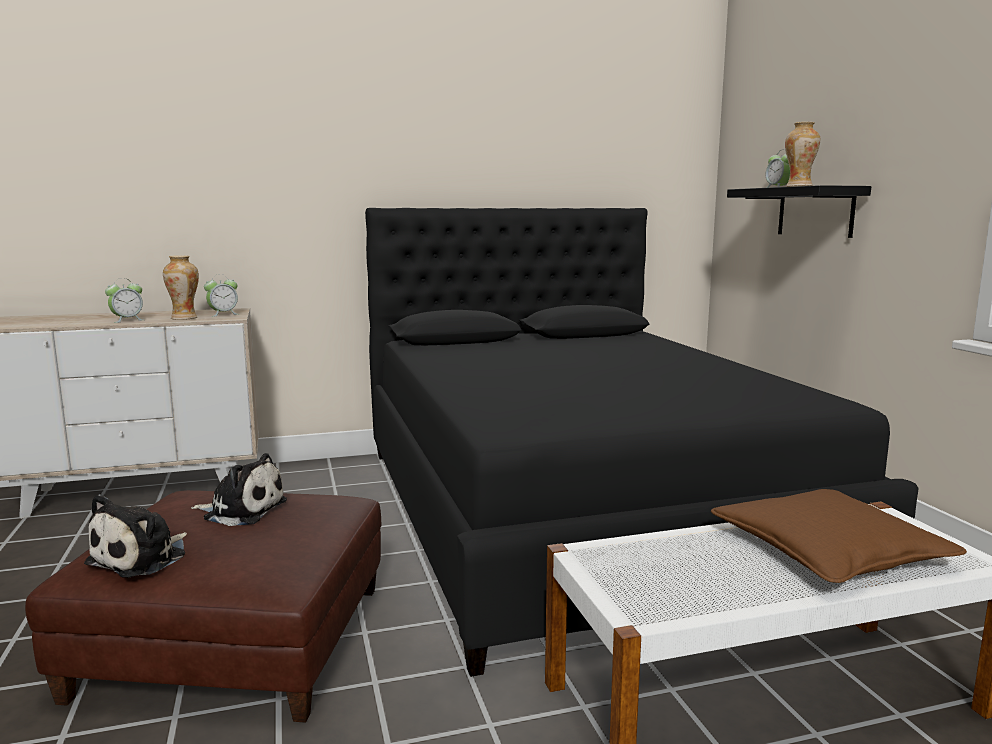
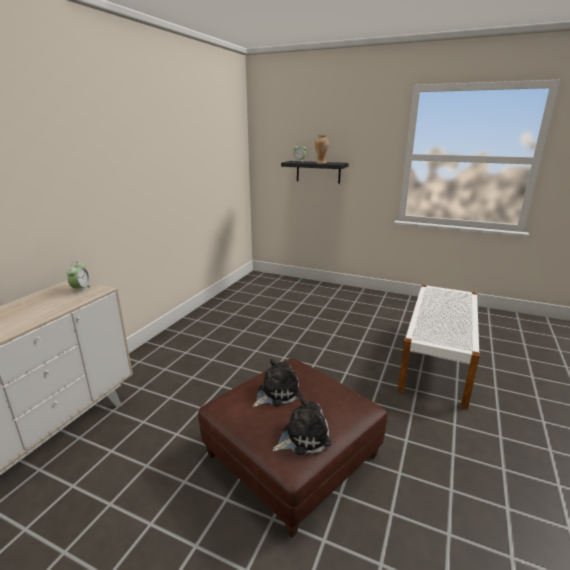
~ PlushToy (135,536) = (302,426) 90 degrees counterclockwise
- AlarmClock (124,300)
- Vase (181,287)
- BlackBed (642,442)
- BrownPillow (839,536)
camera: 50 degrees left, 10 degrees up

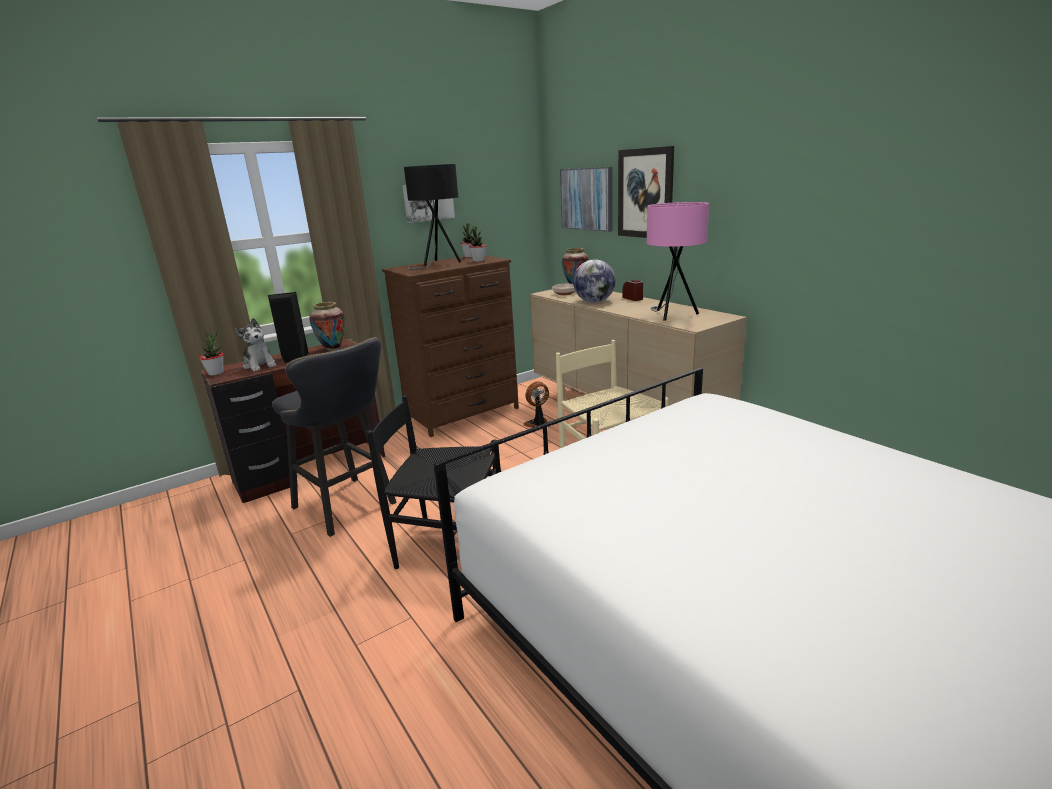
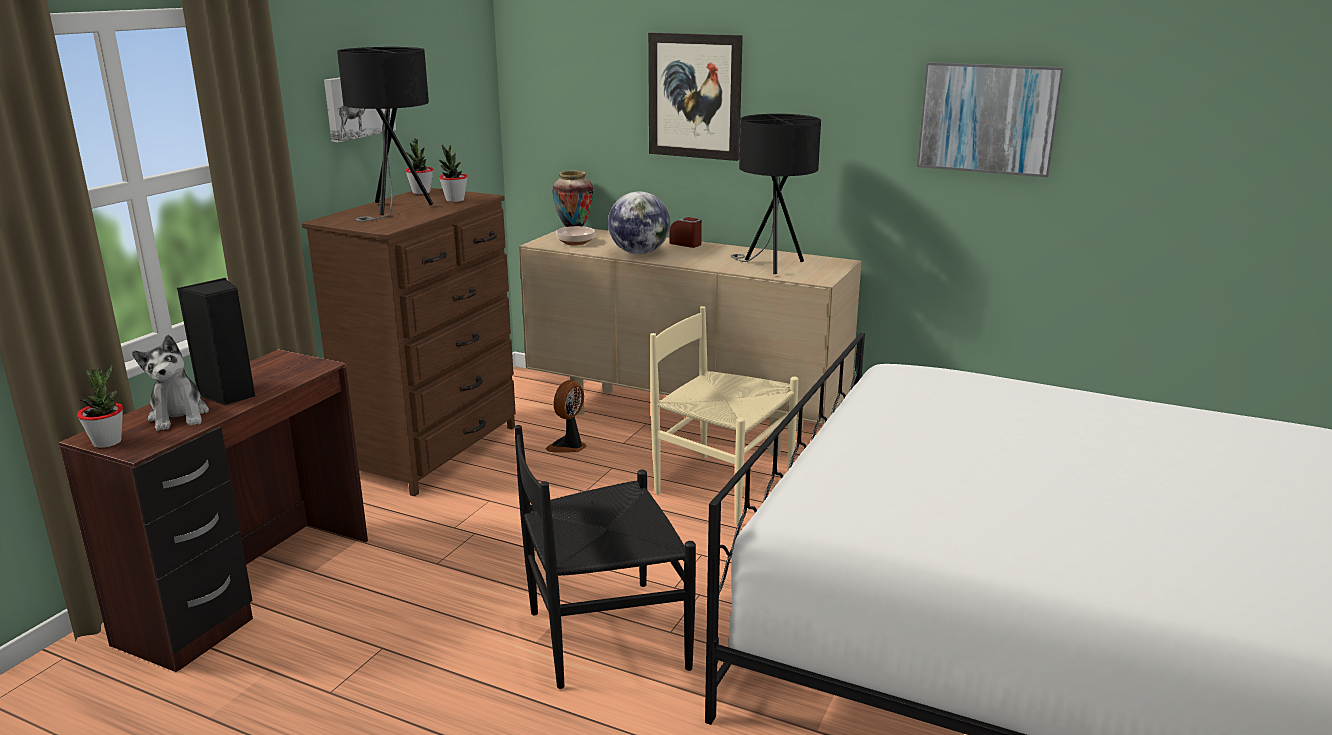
~ PlushToy (255,345) = (170,383) 45 degrees clockwise
- BlackStool (334,437)
- Vase (327,326)
~ Picture (586,199) to (990,119)
~ PinkTableLamp (678,261) to BlackTableLamp (776,194)
camera: 30 degrees left, 0 degrees up

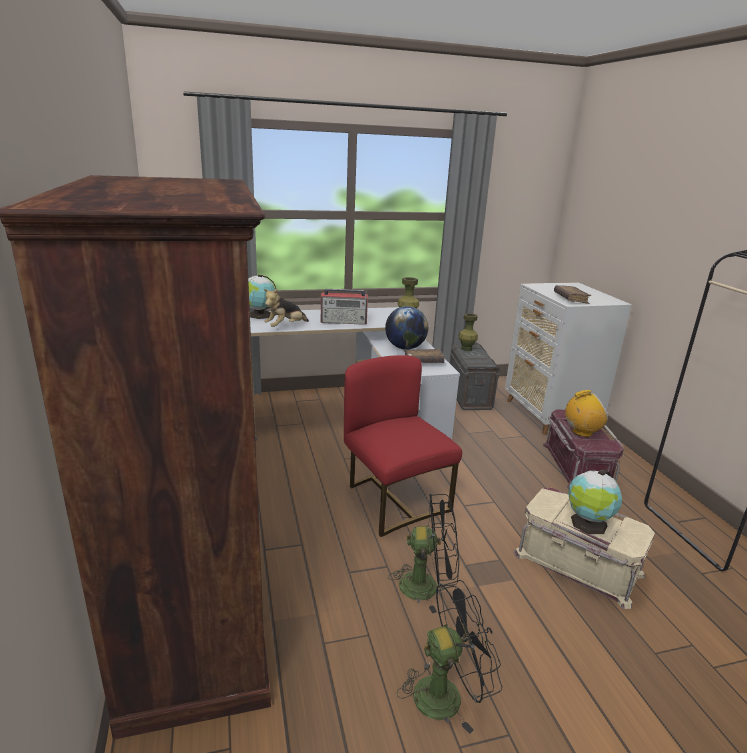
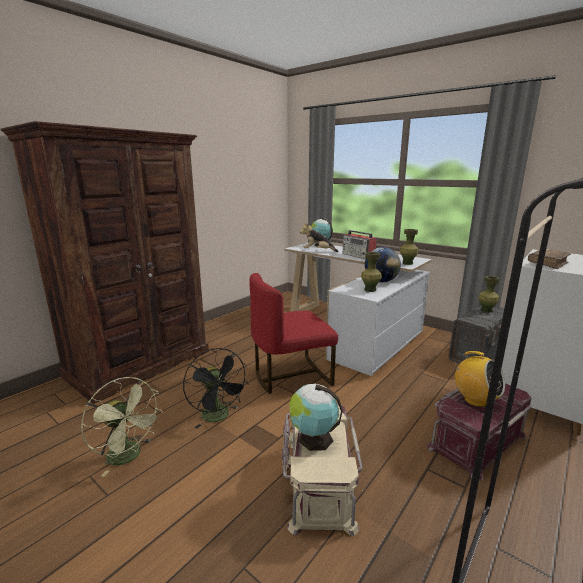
~ RedChair (403,446) = (293,333) 135 degrees counterclockwise
~ BlackFan (450,657) to GreenFan (121,427)
~ BrownBook (424,356) to GreenVase (371,272)
camera: 55 degrees right, 5 degrees down

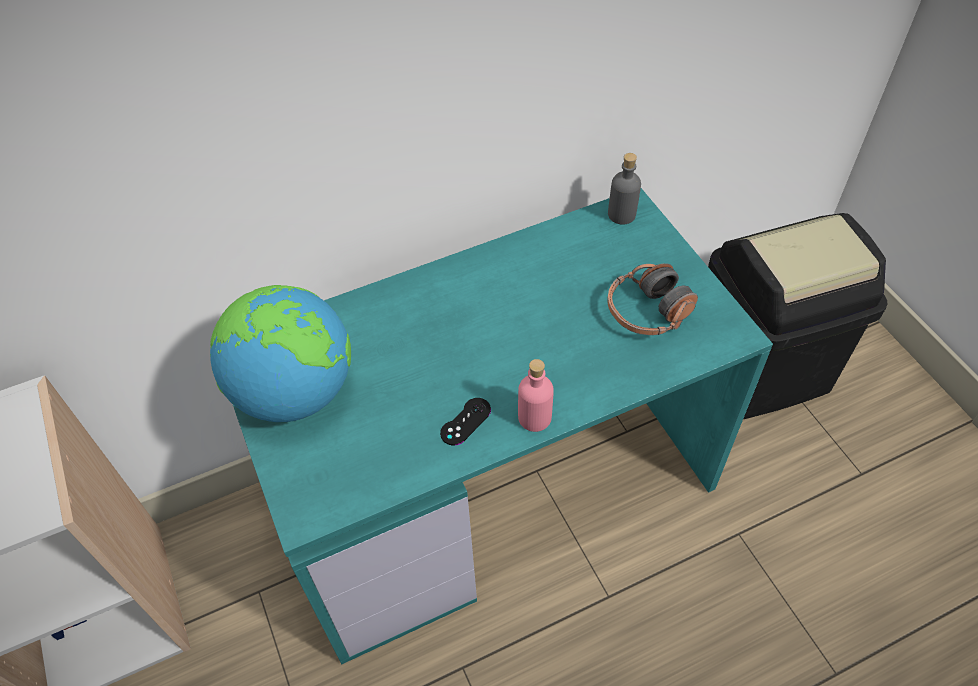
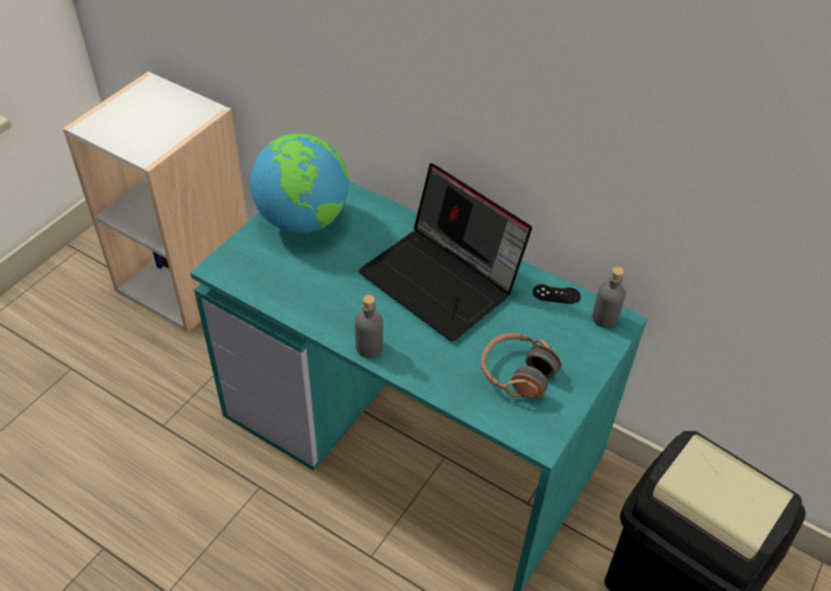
~ BlackGameController (465,422) to (557,294)
~ PinkBottle (536,395) to GreyBottle (369,326)
+ Laptop (445,252)
camera: 55 degrees right, 5 degrees down

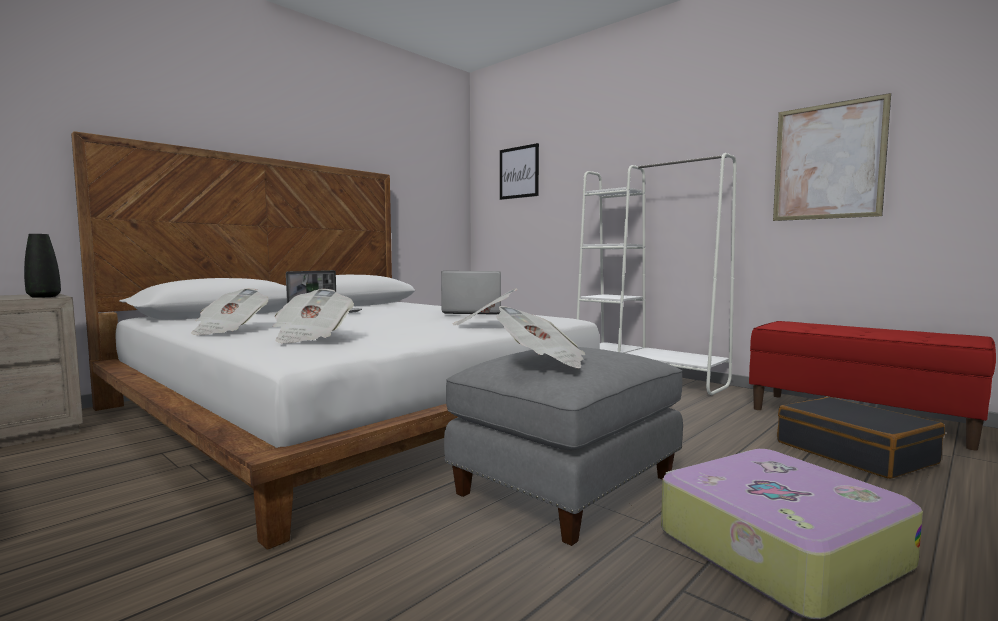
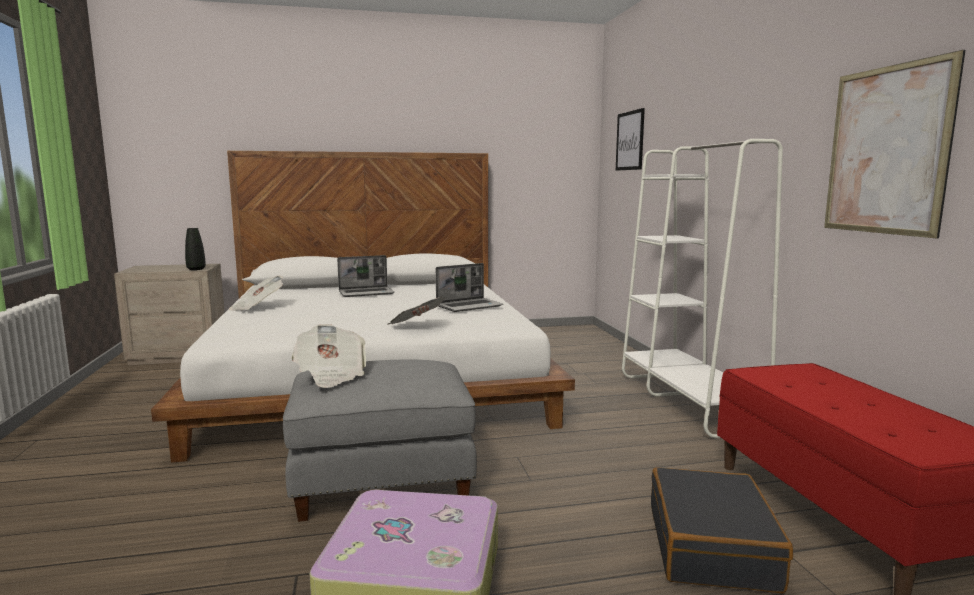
- Newspaper (313,316)
~ Laptop (471,293) = (469,287) 105 degrees clockwise
camera: 35 degrees right, 5 degrees up

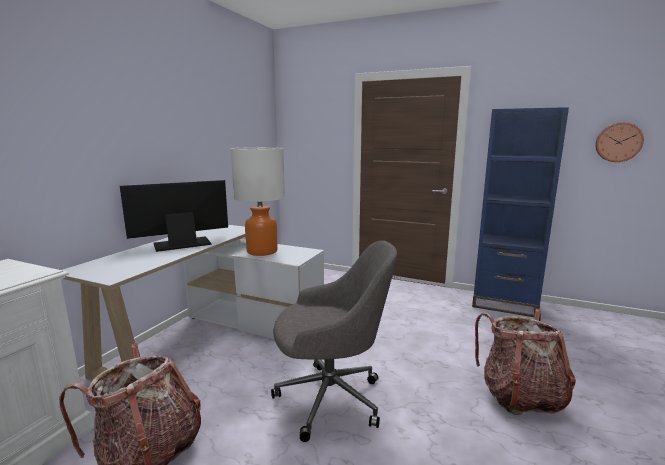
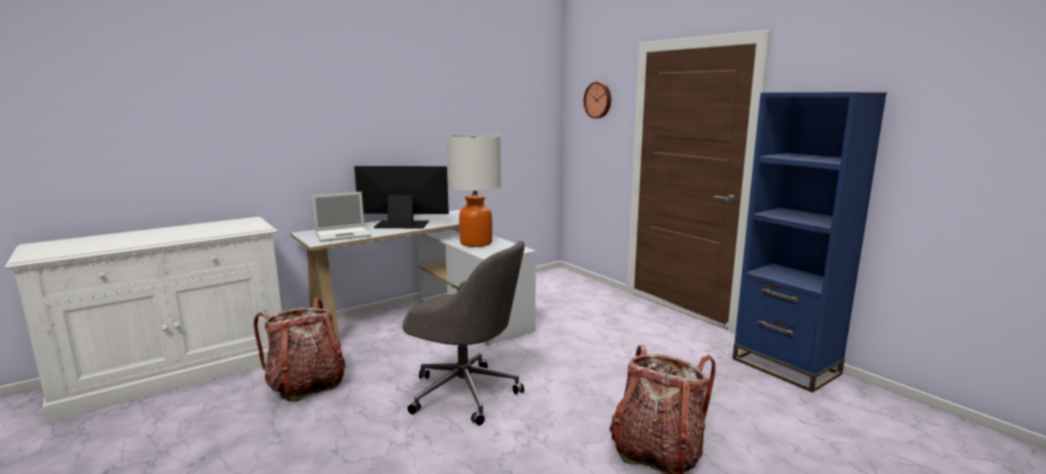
~ WallClock (619,142) to (597,100)
+ Laptop (342,217)
camera: 30 degrees right, 0 degrees up

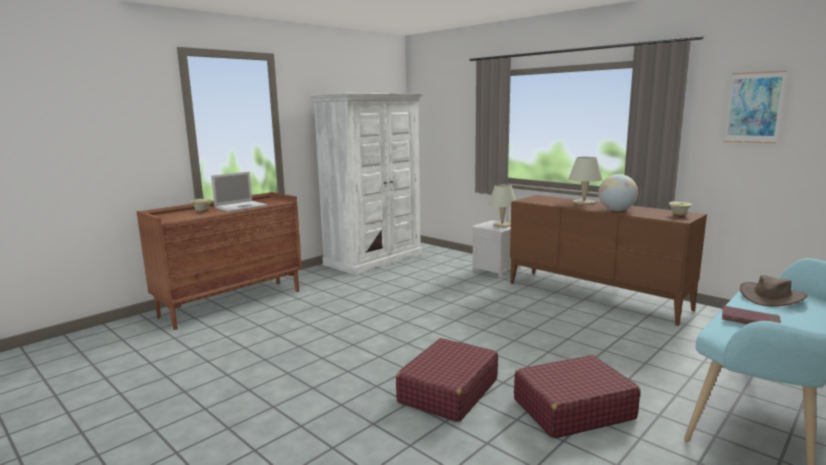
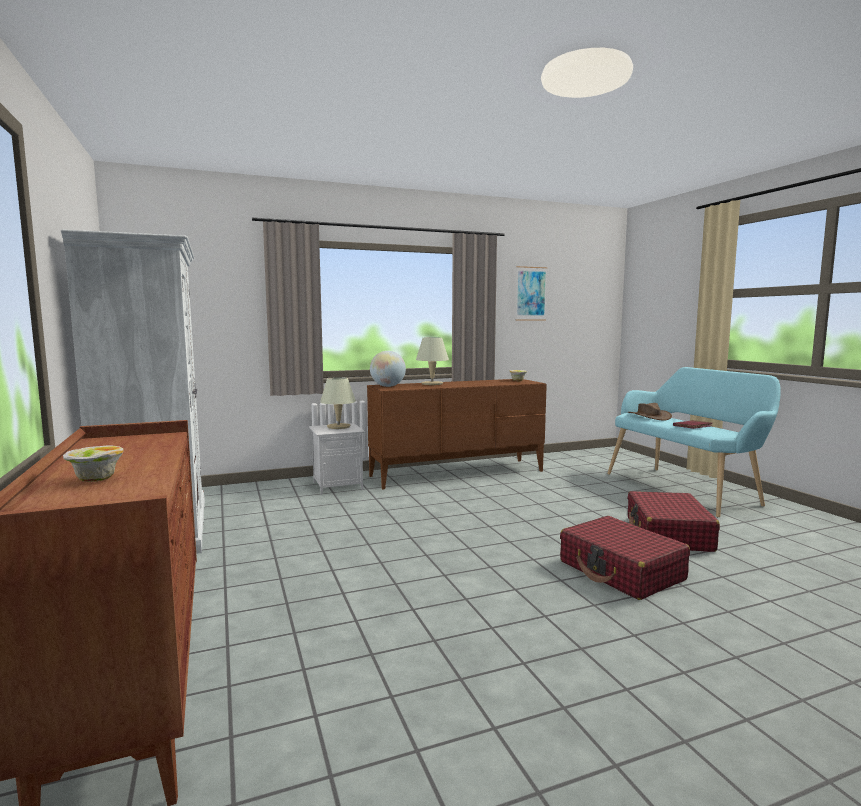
- Laptop (239,192)
~ Globe (618,192) to (388,369)
camera: 65 degrees left, 5 degrees down

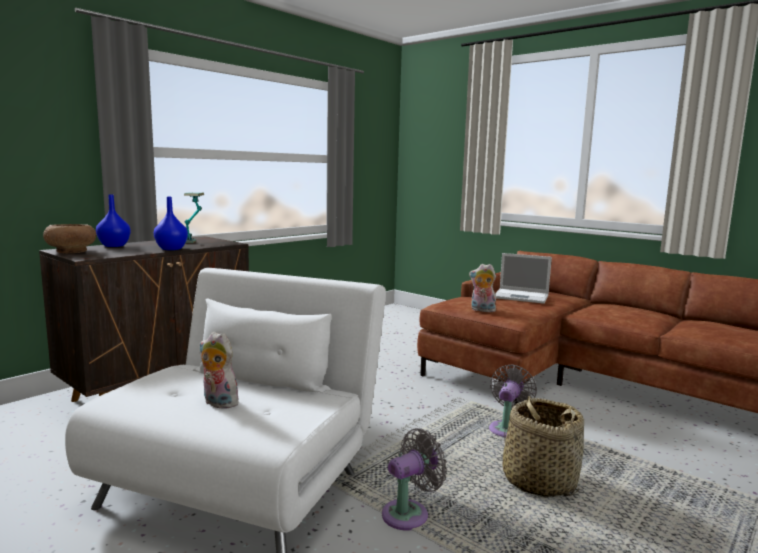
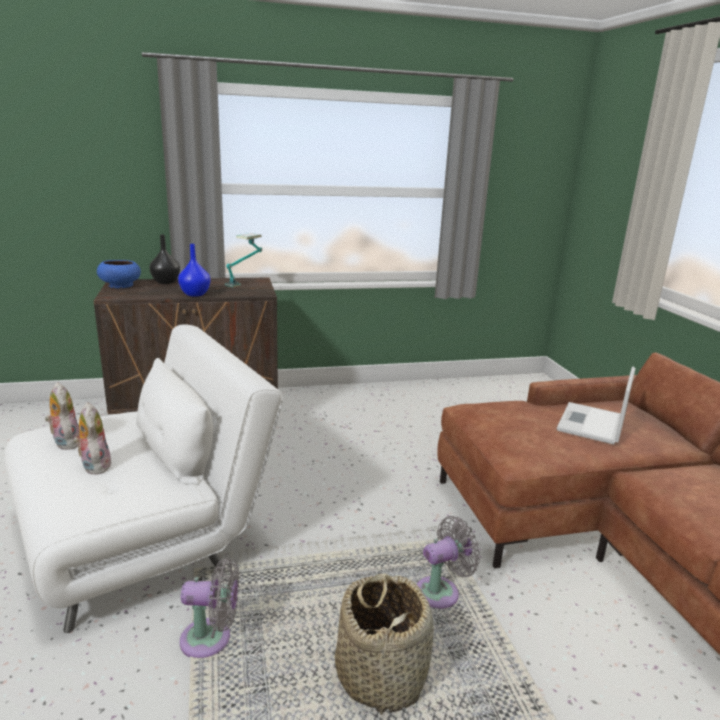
~ BrownBowl (69,238) to BlueBowl (119,274)
~ BlueVase (113,220) to BlackVase (164,259)
~ PlushToy (482,288) to (62,416)
~ Laptop (523,278) = (596,405) 60 degrees clockwise
camera: 35 degrees right, 10 degrees up

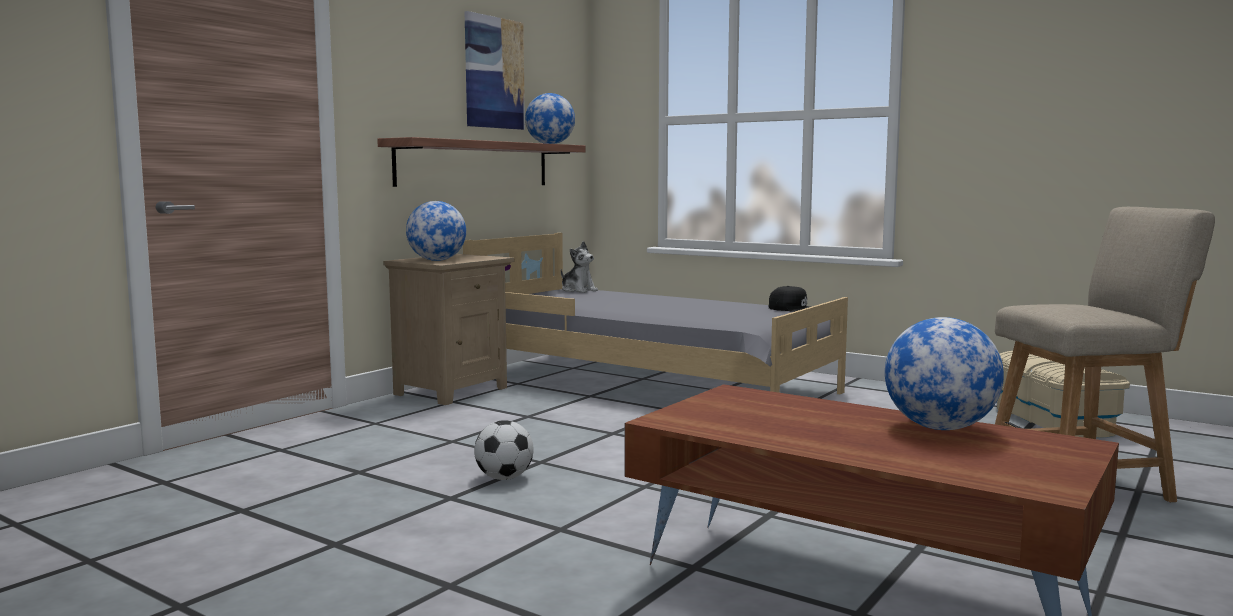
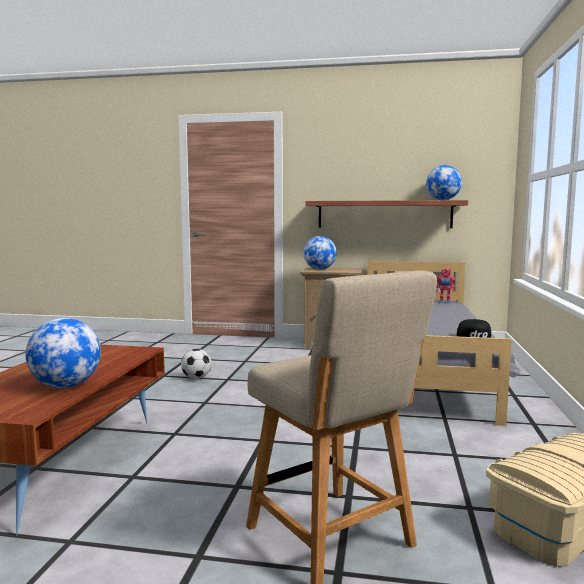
- Picture (495,70)
~ PlushToy (579,267) to ToyRobot (446,286)
camera: 65 degrees right, 0 degrees up

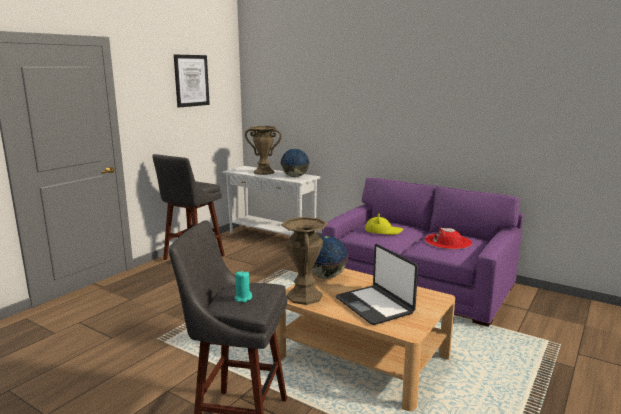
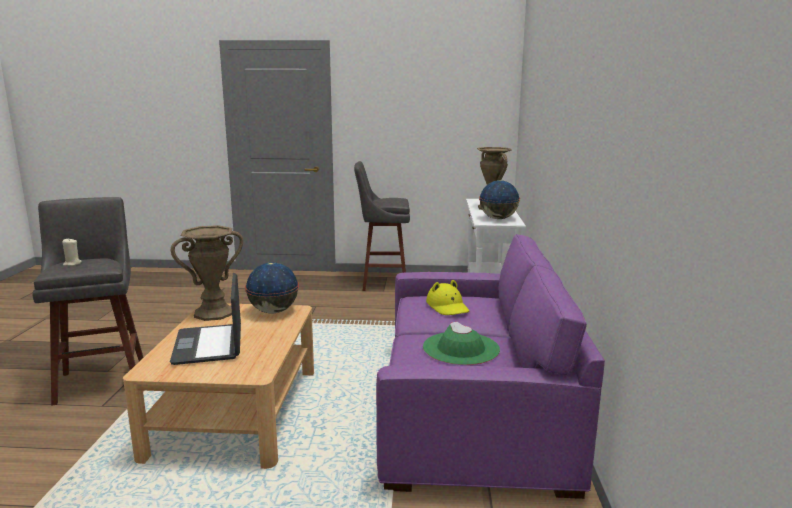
- Picture (192,81)
~ TurquoiseCandle (243,287) to BeigeCandle (72,252)
~ Laptop (377,284) = (205,319) 45 degrees counterclockwise
~ RedHat (448,238) to GreenHat (461,343)
camera: 60 degrees right, 0 degrees up

